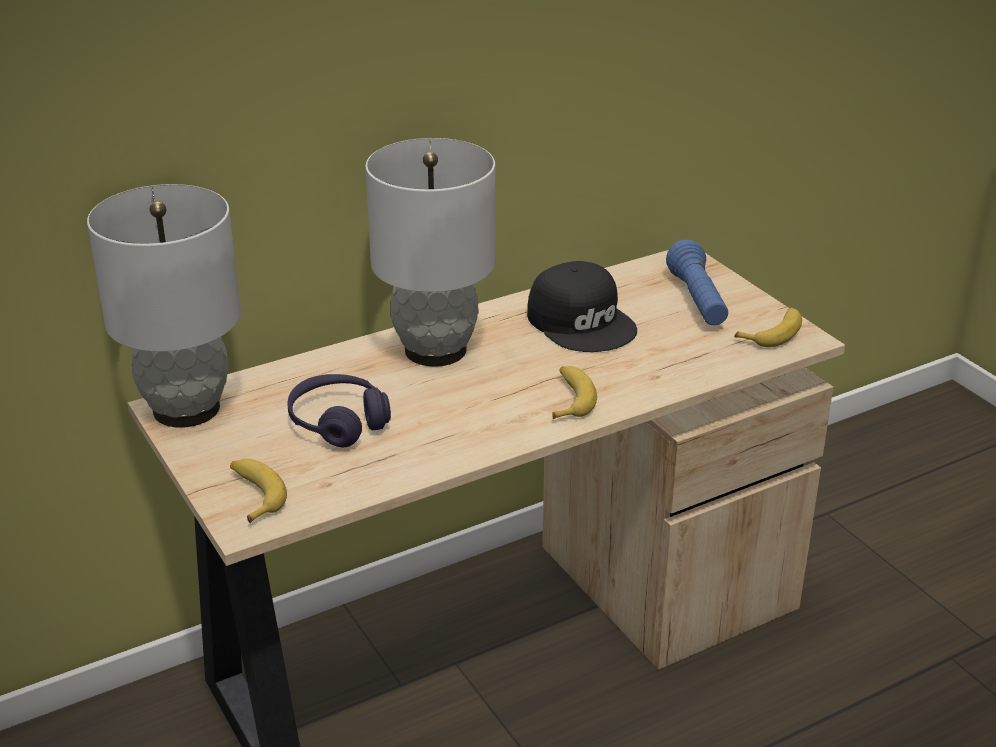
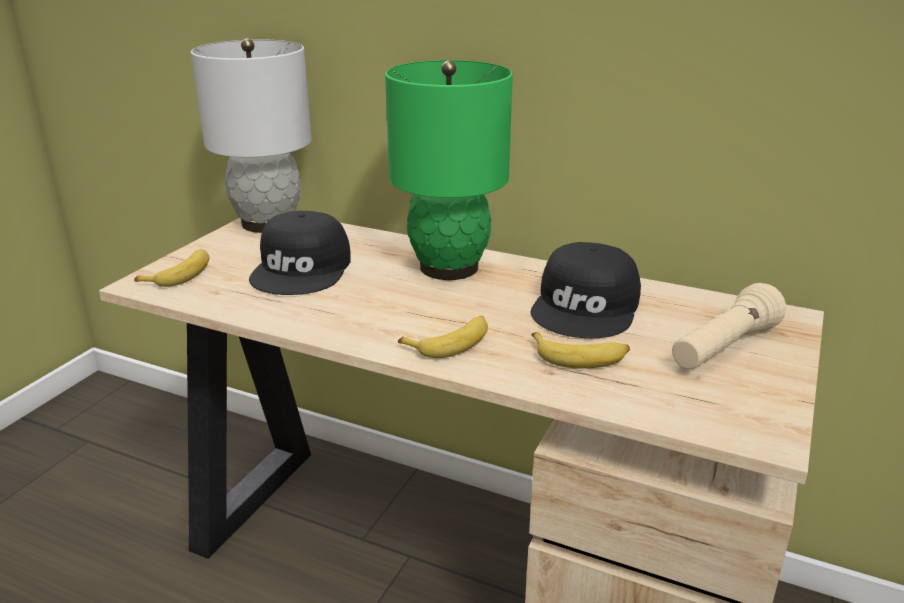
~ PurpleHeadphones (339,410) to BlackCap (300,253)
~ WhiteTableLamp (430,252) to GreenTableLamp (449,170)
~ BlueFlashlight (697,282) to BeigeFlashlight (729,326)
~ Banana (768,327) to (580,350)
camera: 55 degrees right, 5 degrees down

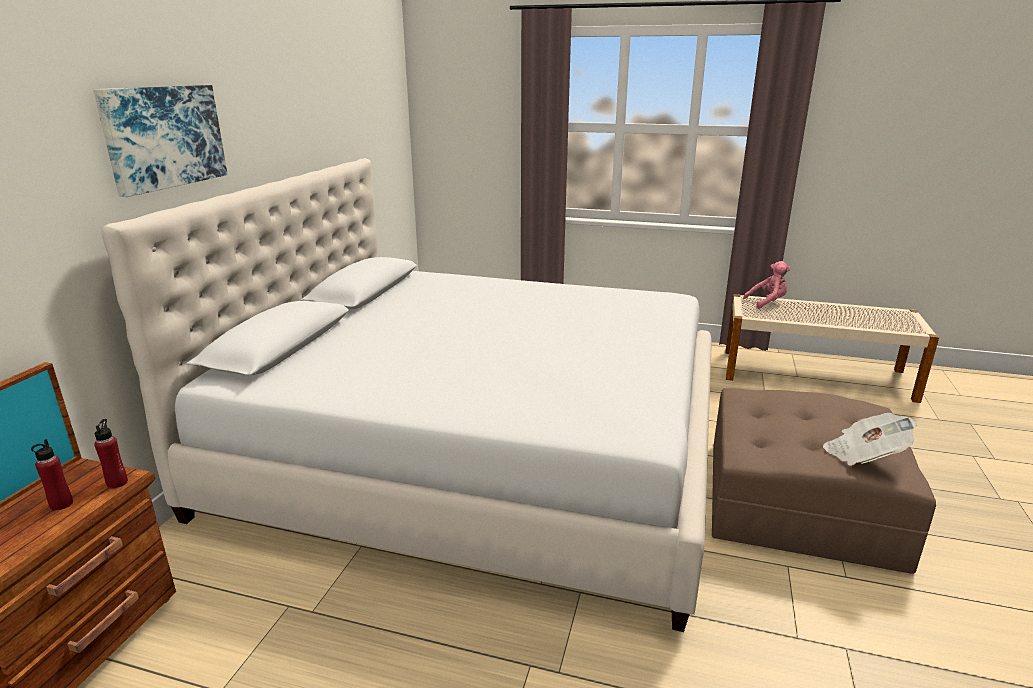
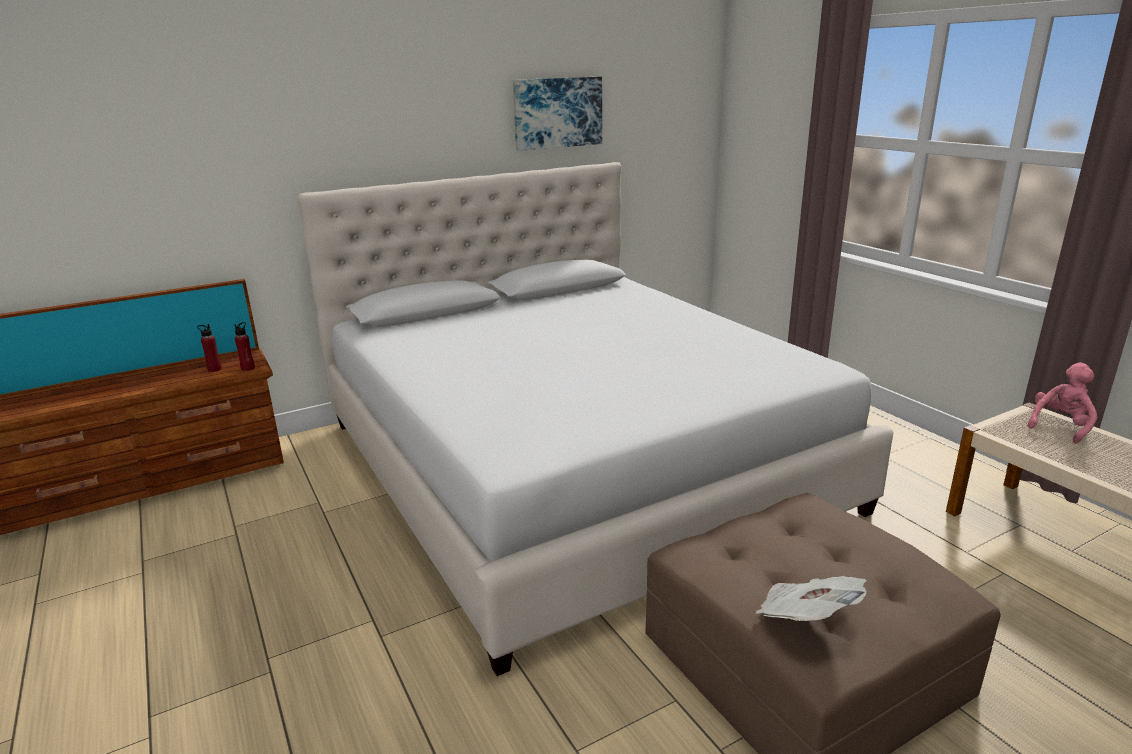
~ Picture (160,141) to (557,114)
~ PinkPlushToy (767,285) = (1062,403) 75 degrees counterclockwise
camera: 45 degrees right, 0 degrees up

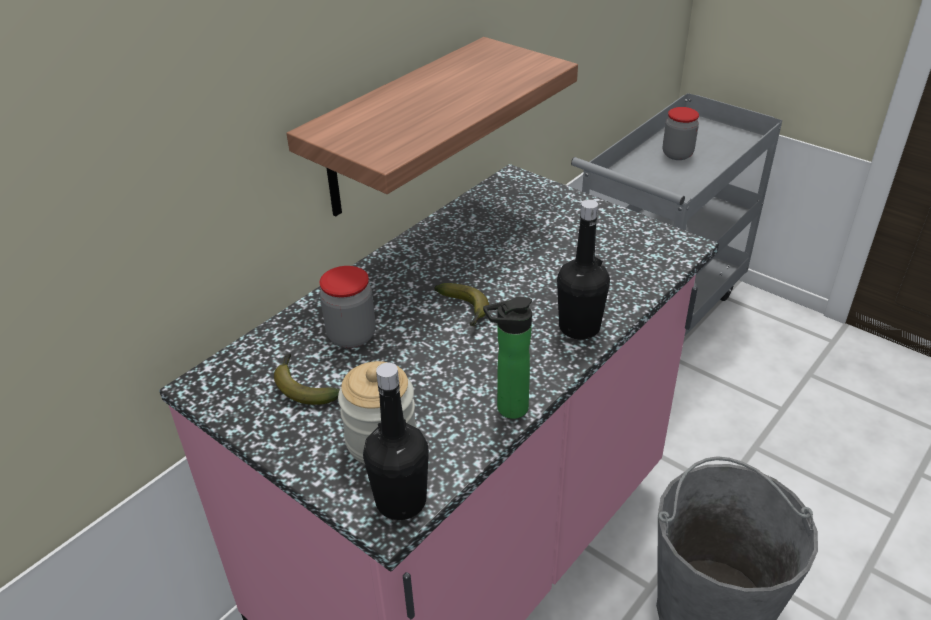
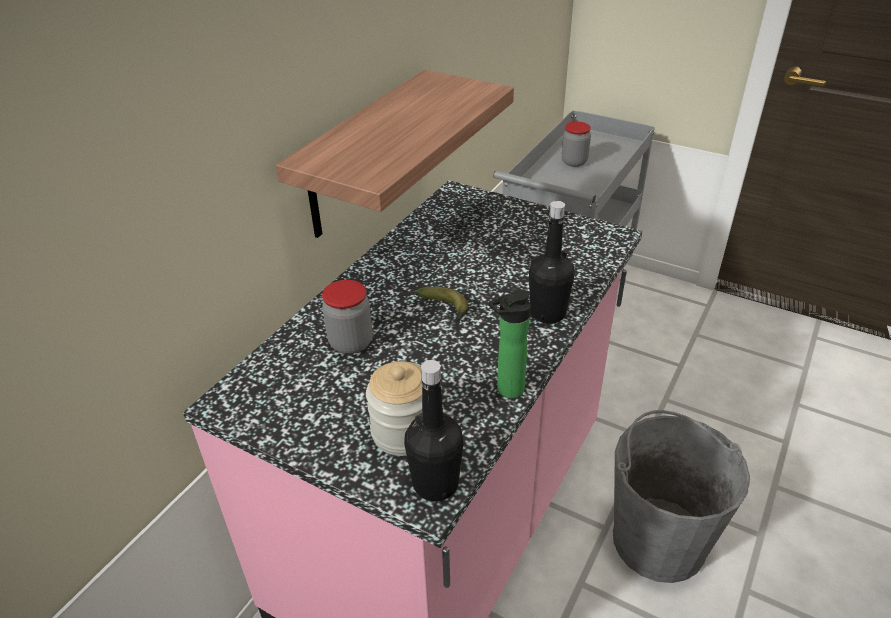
- Banana (307,379)
camera: 10 degrees left, 0 degrees up

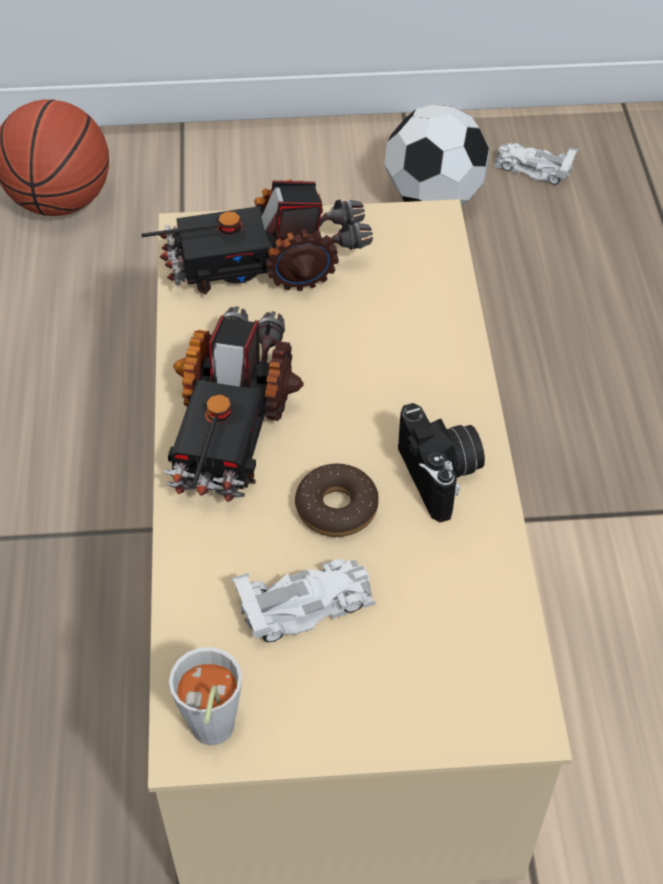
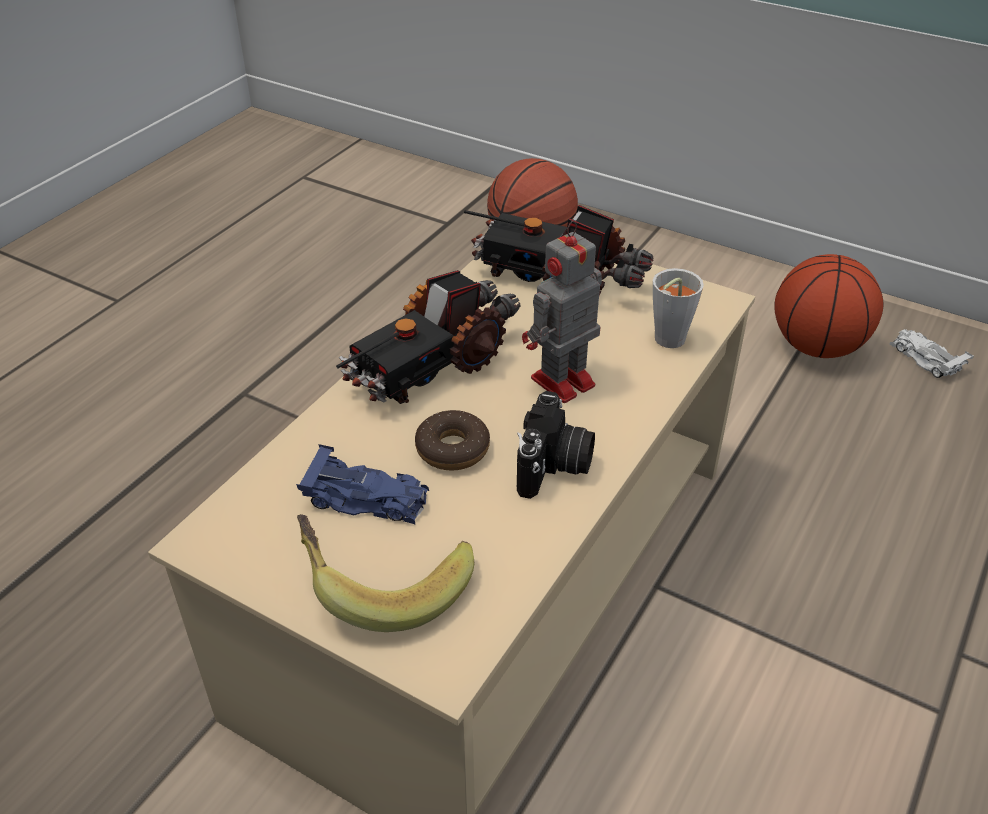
~ GreyCup (205,696) to (678,308)
~ WhiteToyCar (303,600) to BlueToyCar (362,484)
~ Football (436,154) to Basketball (828,306)
+ Banana (385,573)
+ ToyRobot (562,312)
camera: 35 degrees right, 10 degrees down

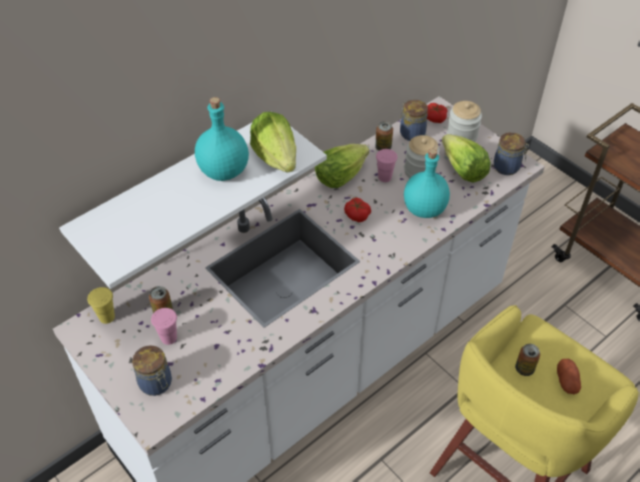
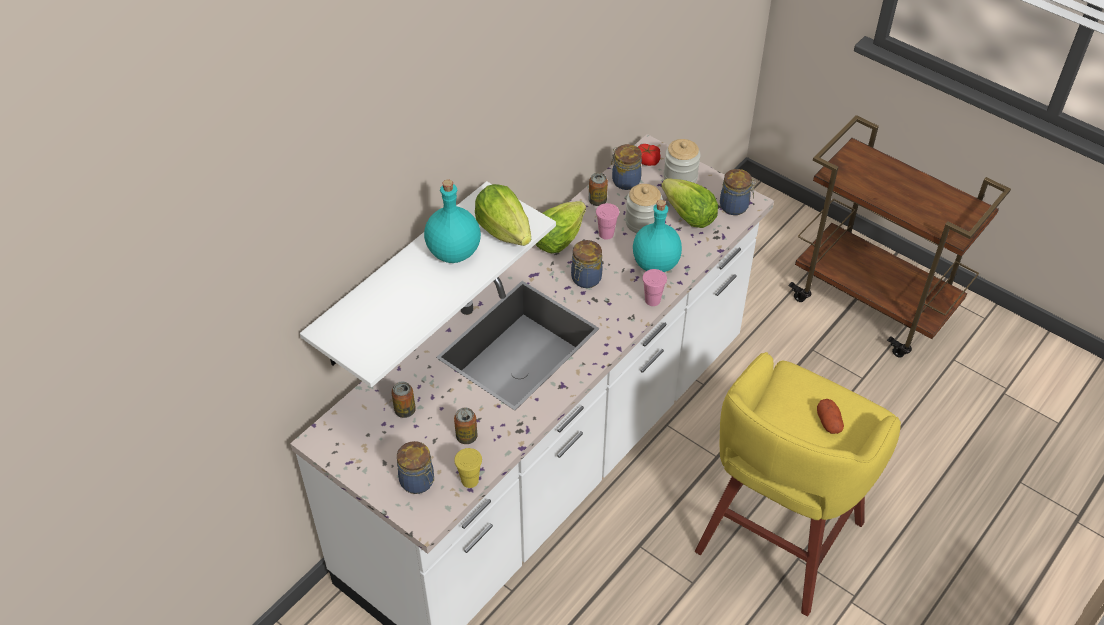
~ YellowCup (101,305) to (468,468)
~ PinkCup (164,326) to (654,287)
~ Tomato (357,210) to Jar (586,264)
~ Can (527,360) to (466,425)
camera: 10 degrees left, 0 degrees up

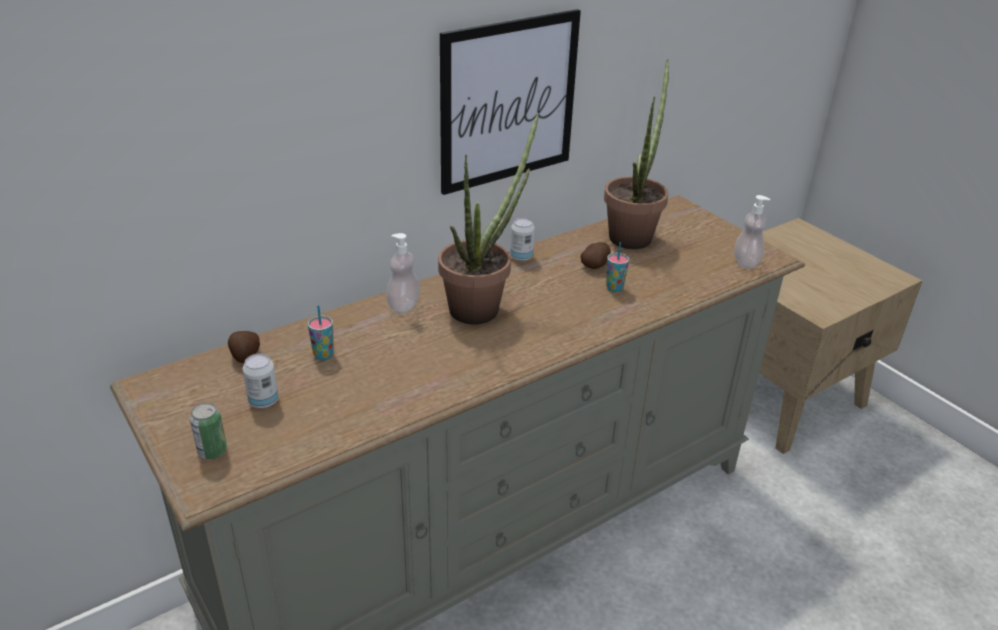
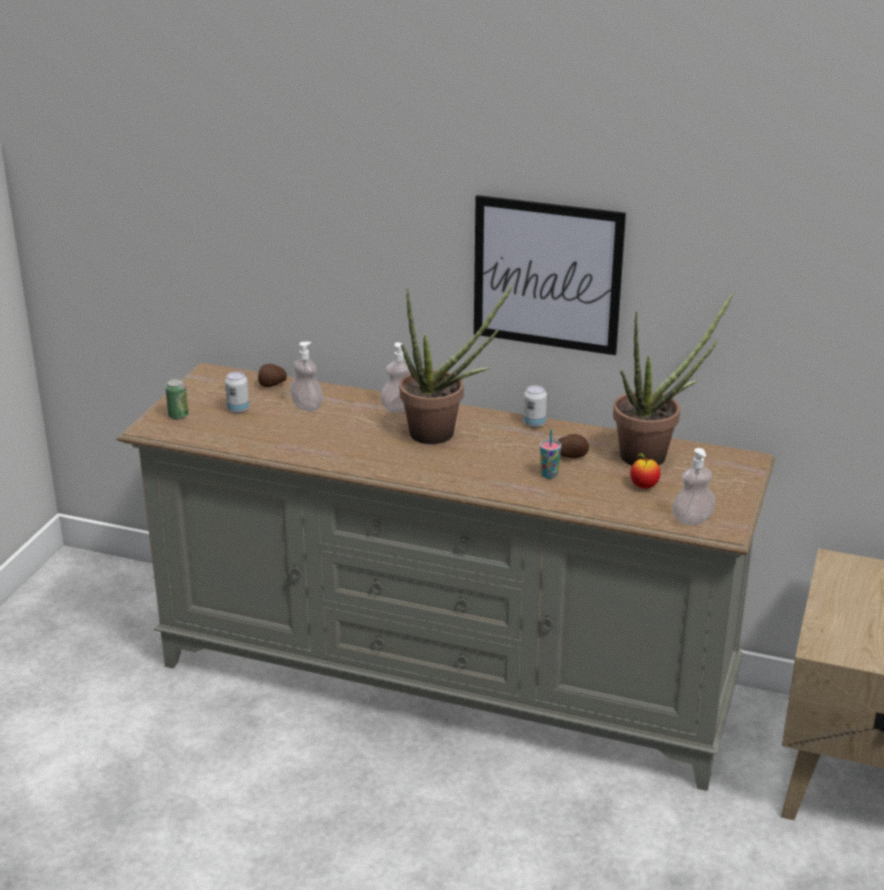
~ Cup (321,332) to SoapDispenser (306,376)
+ Apple (645,471)
camera: 55 degrees right, 5 degrees down

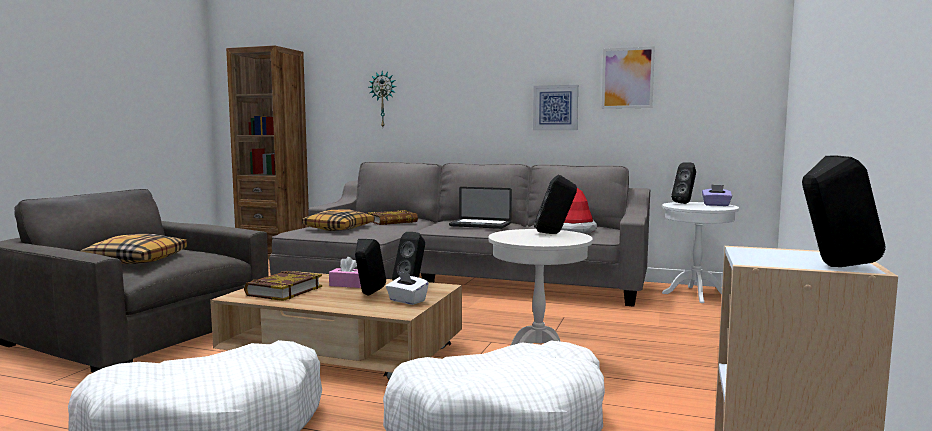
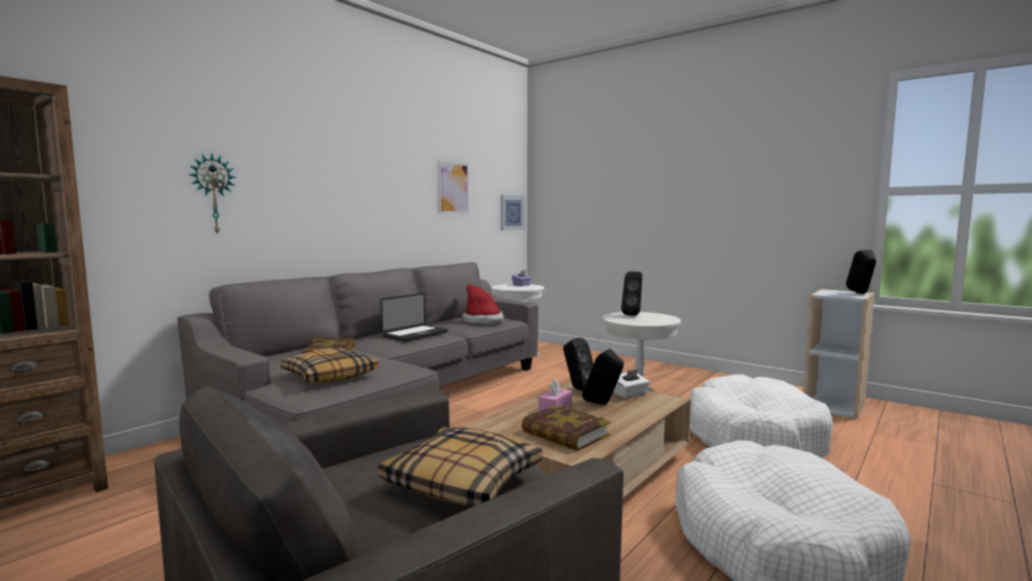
~ Picture (555,107) to (513,212)
- BlackSpeaker (683,183)
camera: 70 degrees left, 0 degrees up

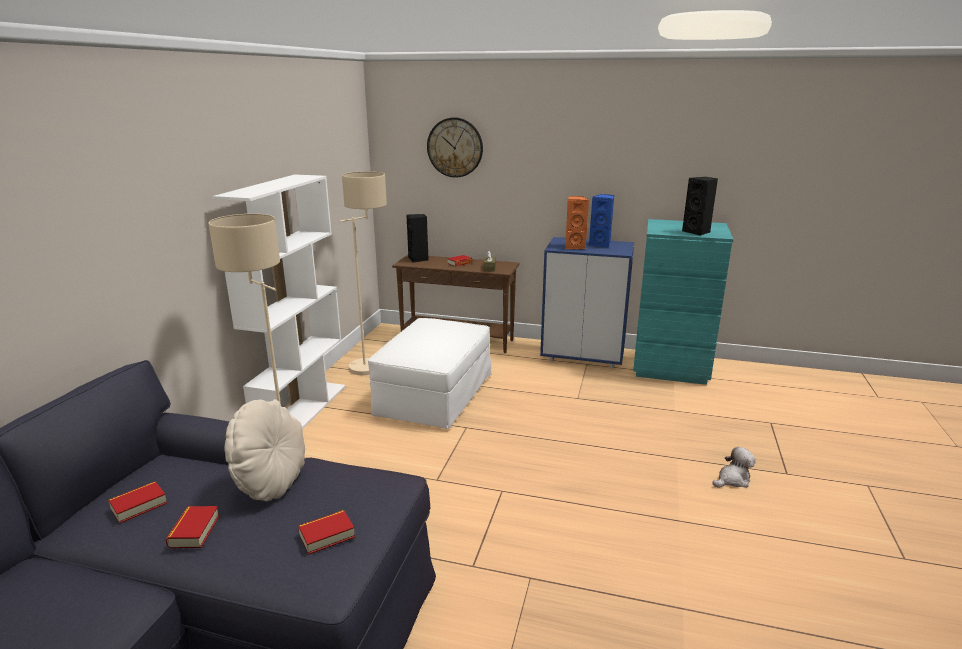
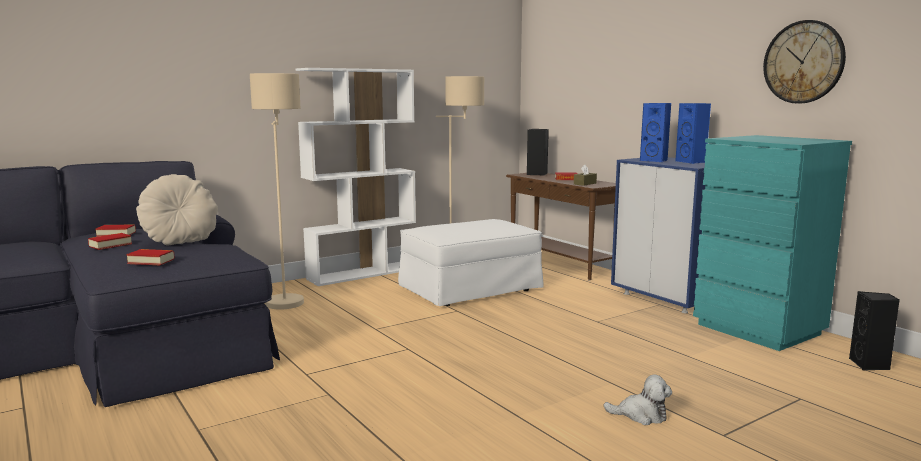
~ WallClock (455,147) to (804,62)
~ OrangeSpeaker (577,222) to BlueSpeaker (655,132)
~ BlackSpeaker (700,206) to (874,331)
camera: 40 degrees right, 10 degrees down

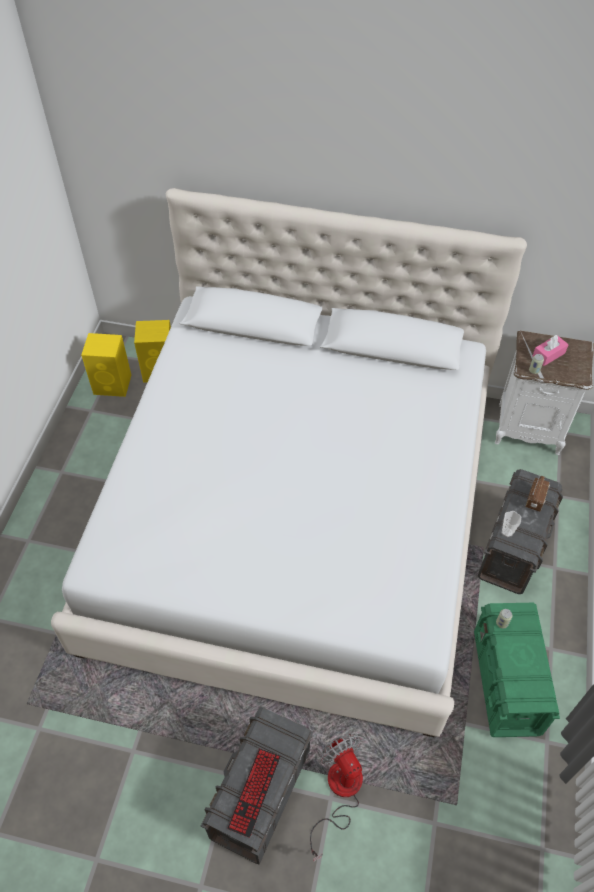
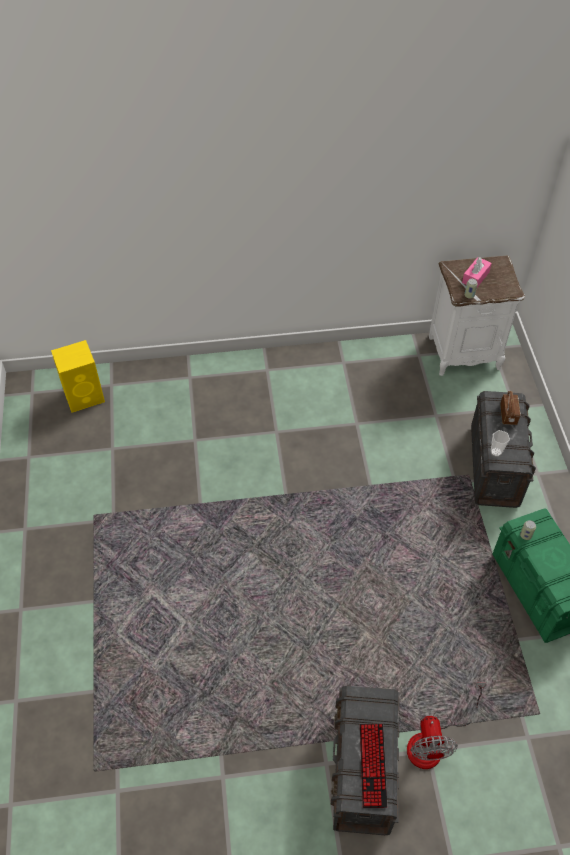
- WhiteBed (289,462)
- YellowSpeaker (106,365)
~ Fan (336,797) = (446,725) 135 degrees counterclockwise
camera: 20 degrees left, 0 degrees up

